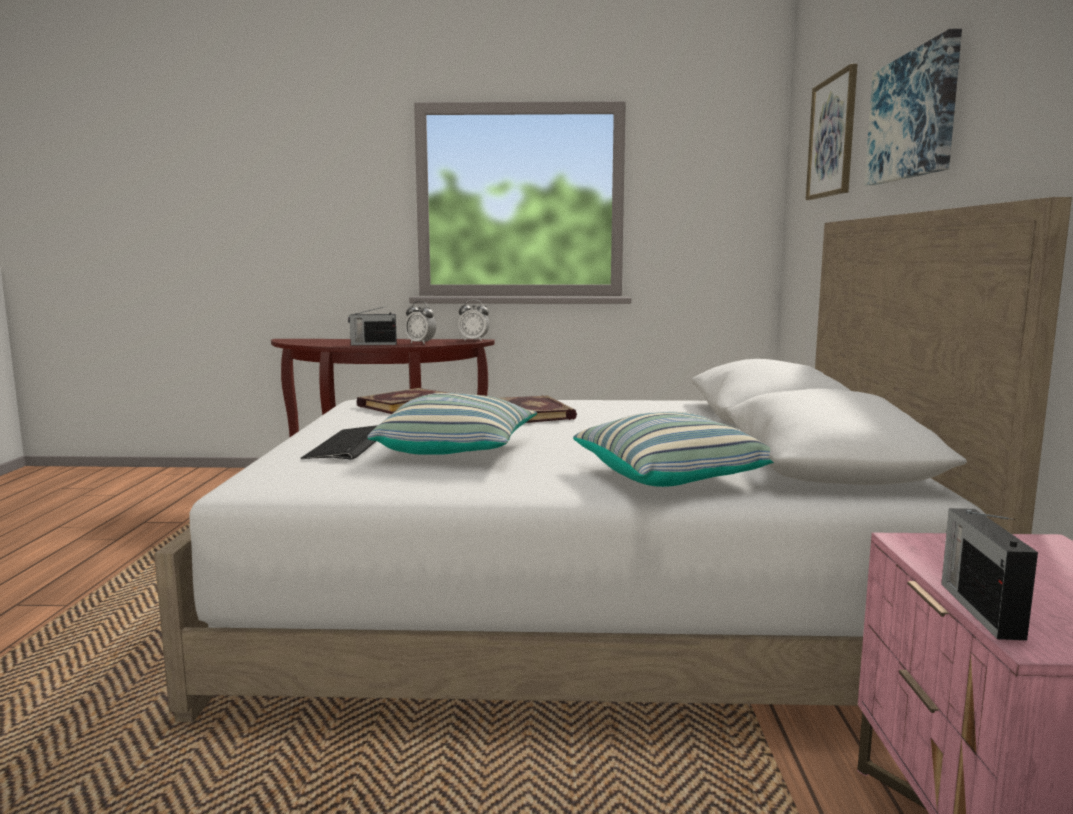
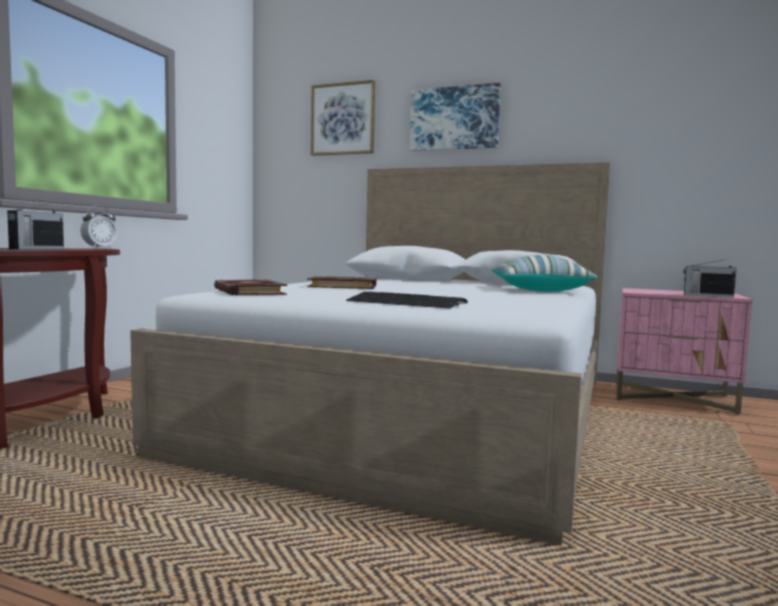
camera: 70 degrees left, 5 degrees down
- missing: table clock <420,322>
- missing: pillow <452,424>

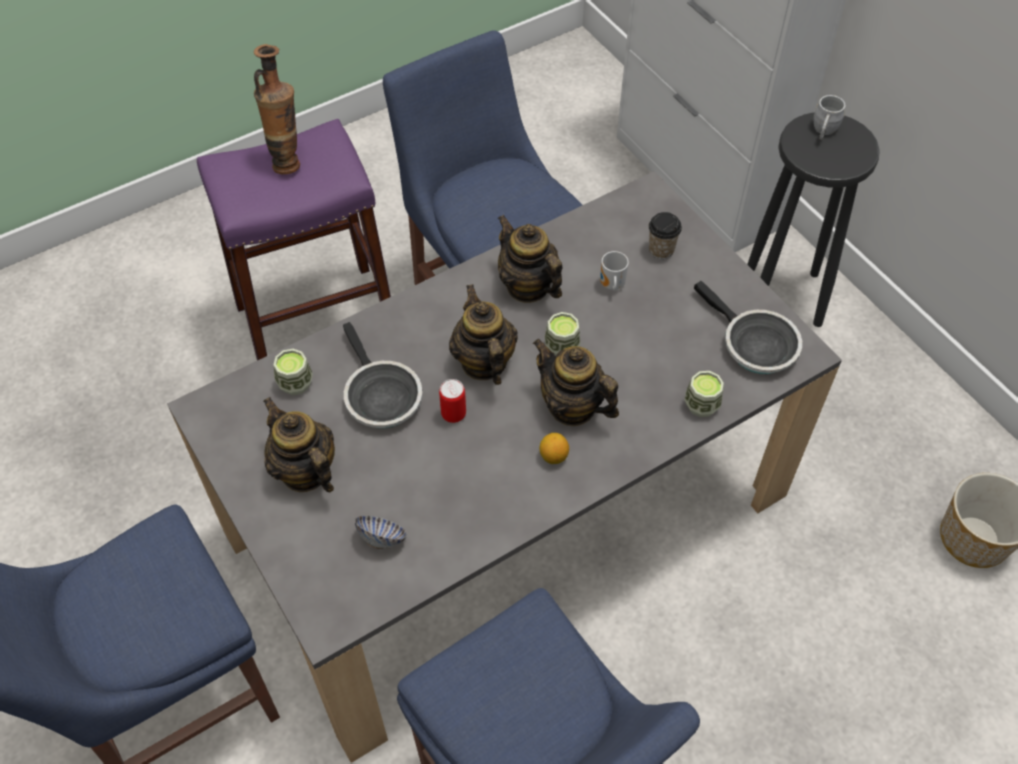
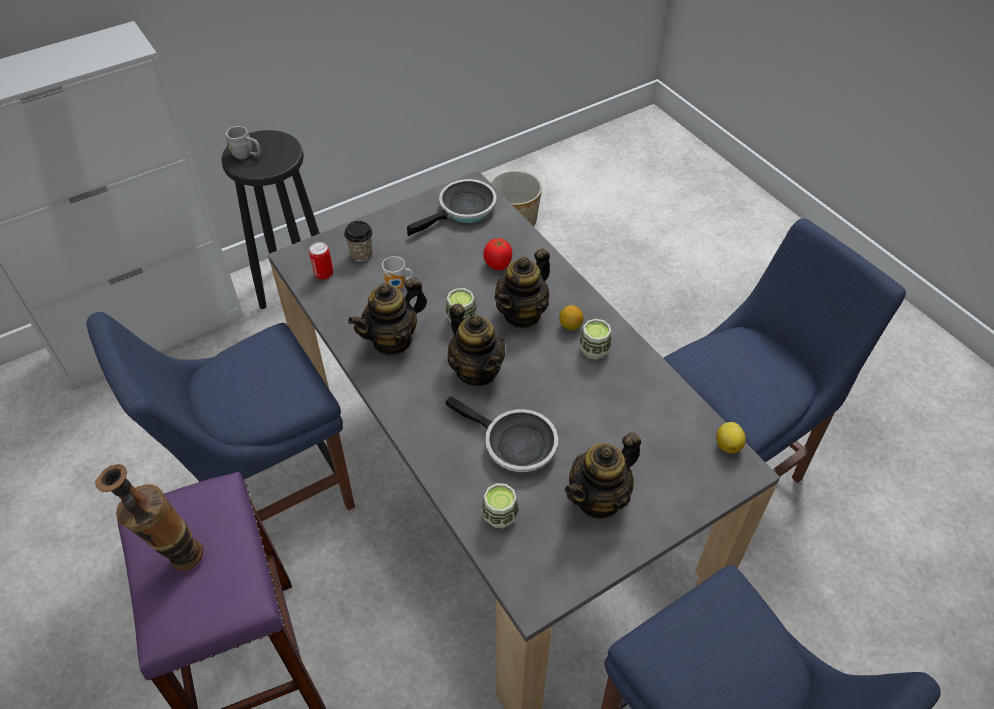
camera: 90 degrees left, 5 degrees down
- spun: tea pot <483,334> = <476,344> 105 degrees counterclockwise
- spun: pan <383,375> = <501,434> 60 degrees clockwise
- relocated: small cup <704,394> to <595,339>
- relocated: sealed can <452,401> to <321,261>
- missing: serving bowl <381,532>
- appeared: fresh tomato <497,254>
- appeared: whole lemon <731,438>

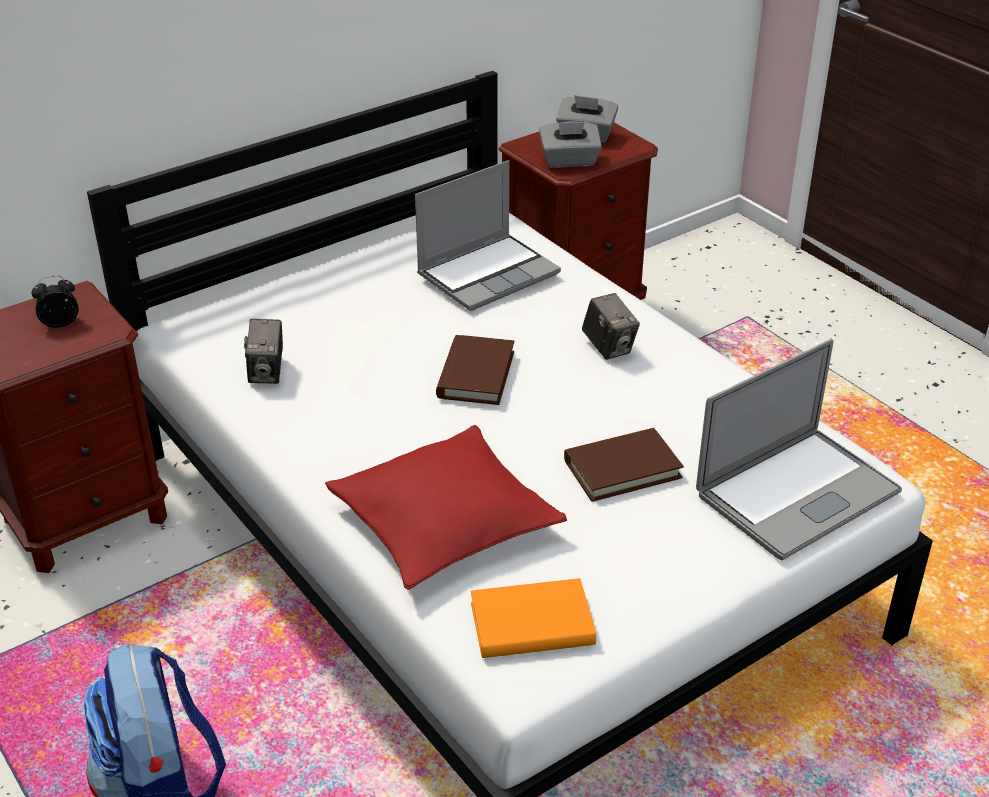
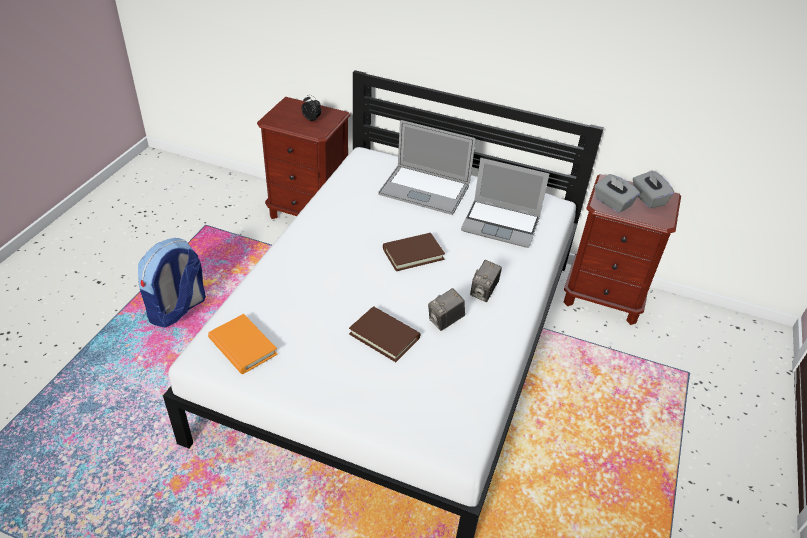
camera: 55 degrees right, 5 degrees up
- relocated: still camera <263,351> to <446,309>
- relocated: notebook computer <799,450> to <427,167>
- missing: red pillow <446,507>

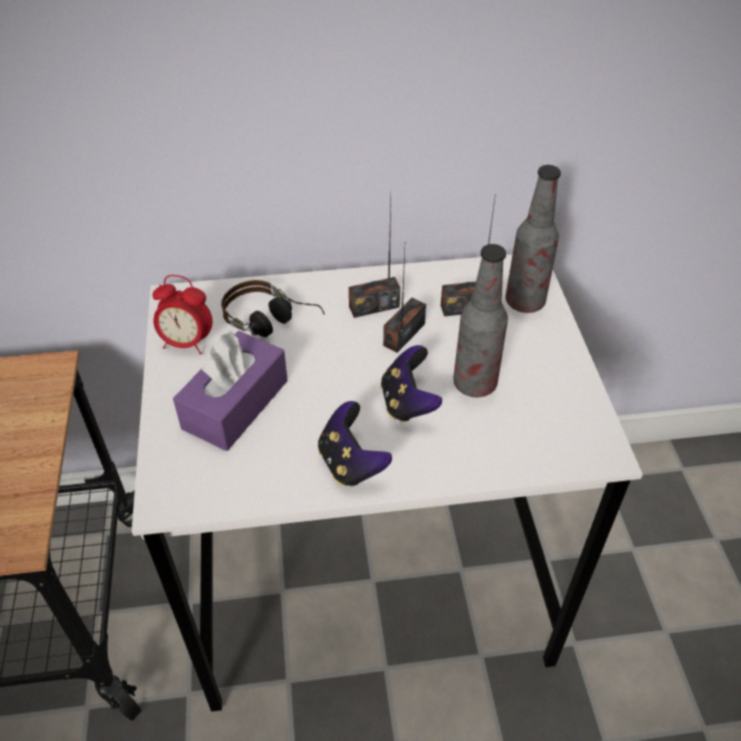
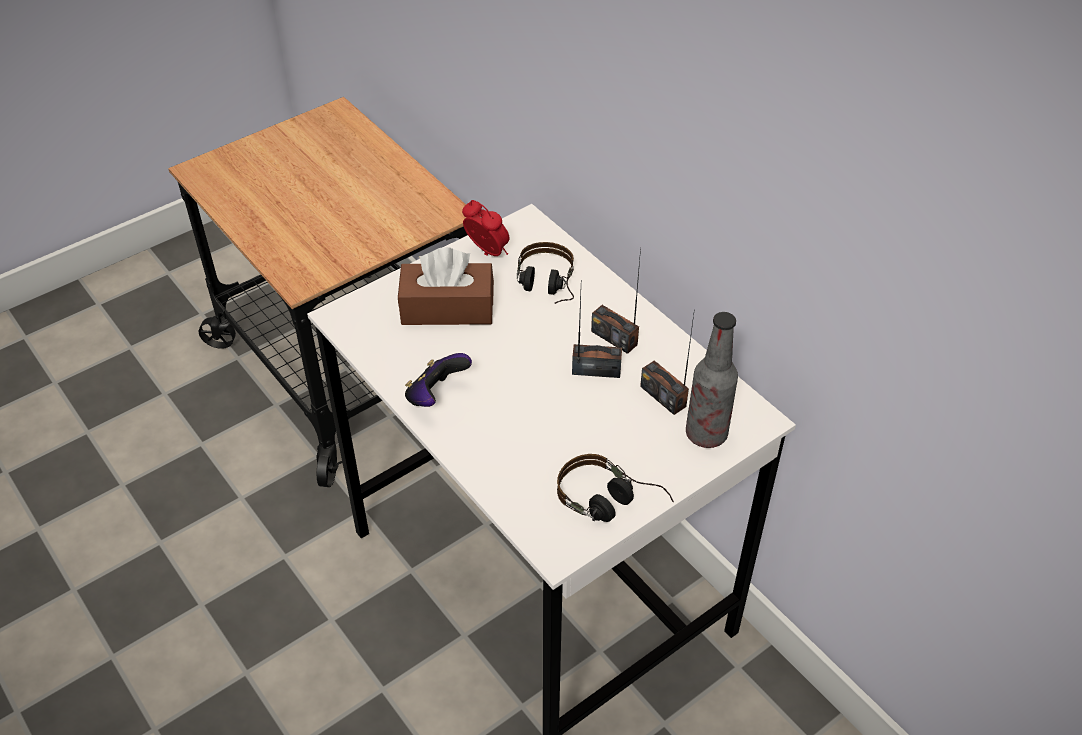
camera: 60 degrees right, 0 degrees up
- missing: beverage bottle <480,320>
- spun: table clock <182,315> = <485,228> 150 degrees clockwise
- colour: purple tissue holder <230,391> to brown tissue holder <446,286>
- missing: game controller <411,384>
- appeared: pair of headphones <615,488>

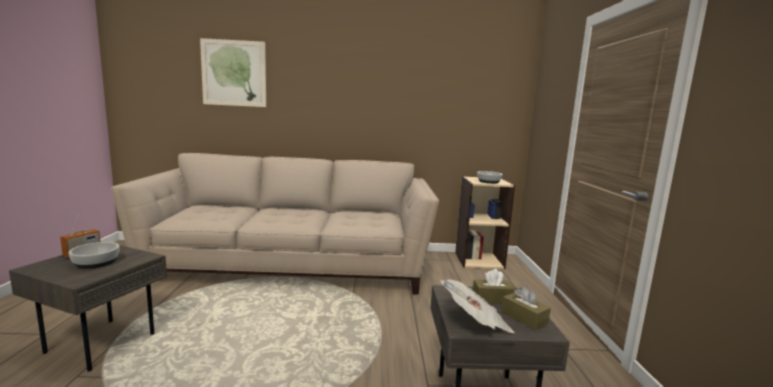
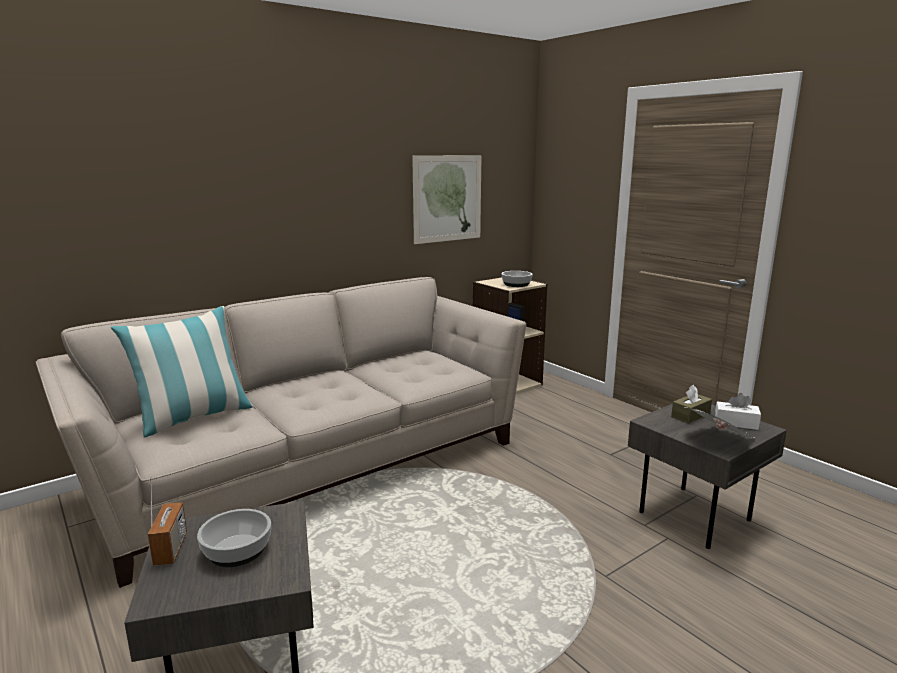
camera: 35 degrees left, 5 degrees up
- relocated: picture <233,72> to <447,199>
- colour: brown tissue holder <526,308> to white-coloured tissue holder <738,411>
- appeared: pillow <182,371>

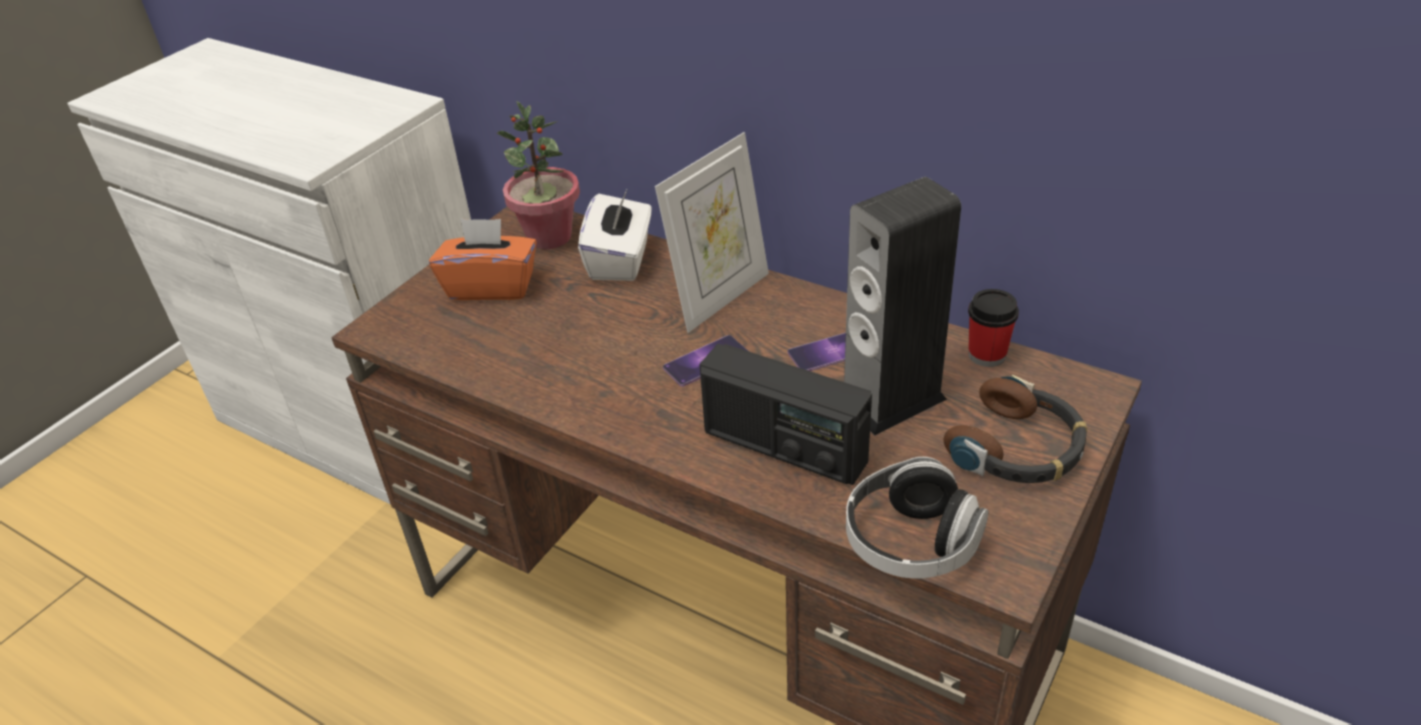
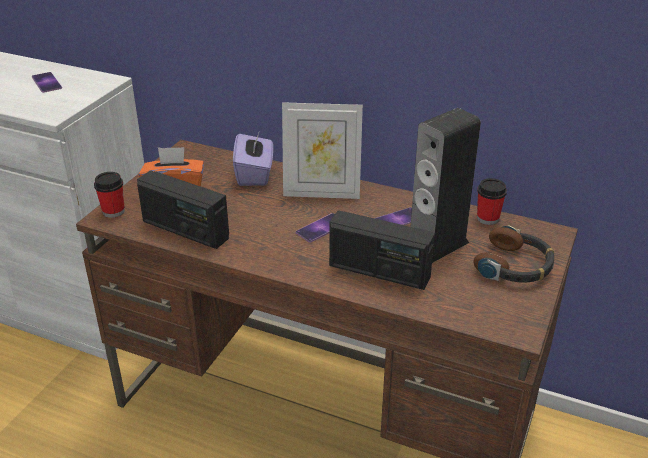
camera: 10 degrees left, 5 degrees down
- missing: plant in a pot <538,175>
- spun: standing frame <712,232> = <322,150> 60 degrees clockwise
- colour: white-coloured tissue holder <615,234> to purple tissue holder <253,158>
- missing: pair of headphones <917,518>
- appeared: telephone <47,82>
- appeared: radio <183,209>
- appeared: small cup <109,195>

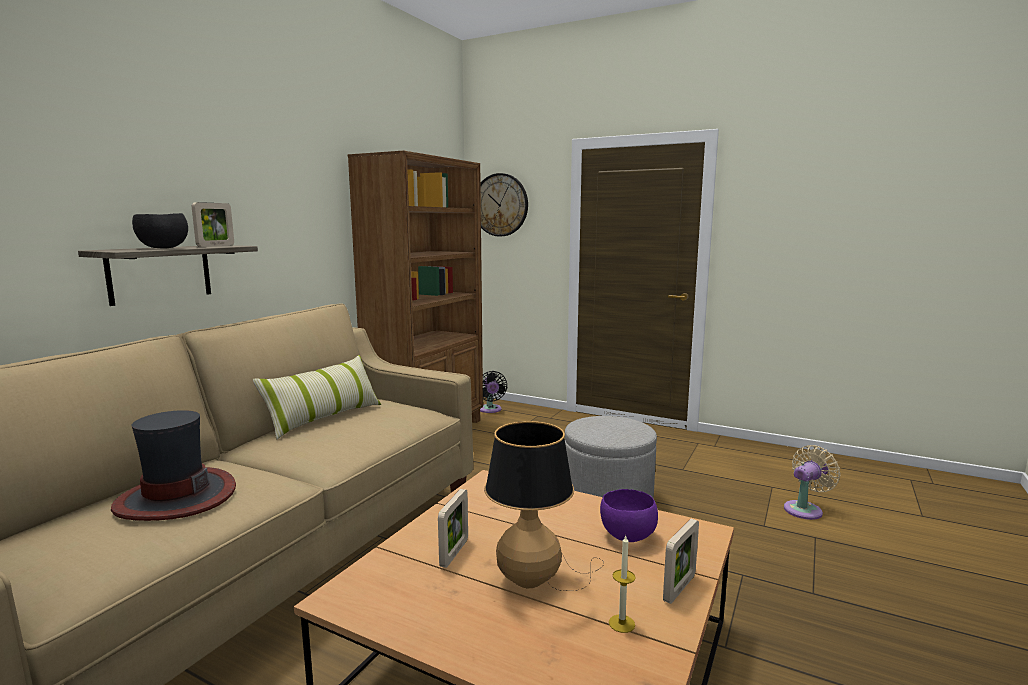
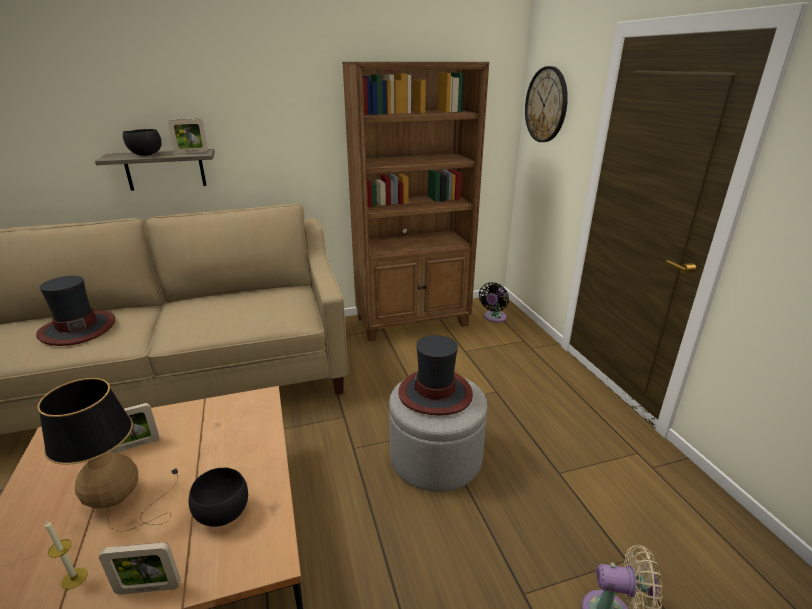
camera: 45 degrees right, 15 degrees up
- missing: pillow <317,397>
- colour: purple serving bowl <629,515> to black-coloured serving bowl <218,497>
- appeared: hat <435,375>

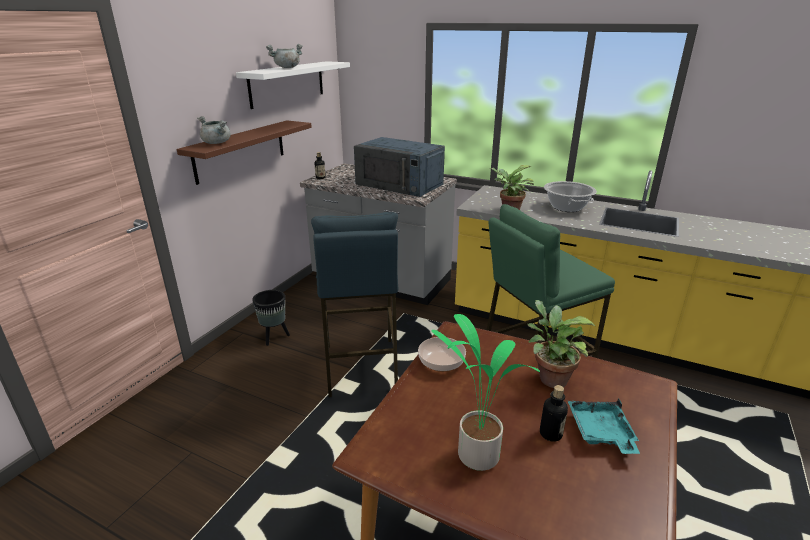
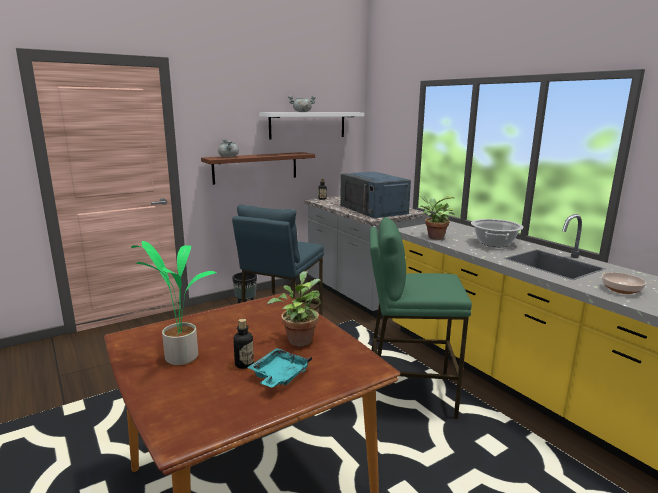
camera: 30 degrees right, 10 degrees down
- relocated: serving bowl <442,354> to <624,283>

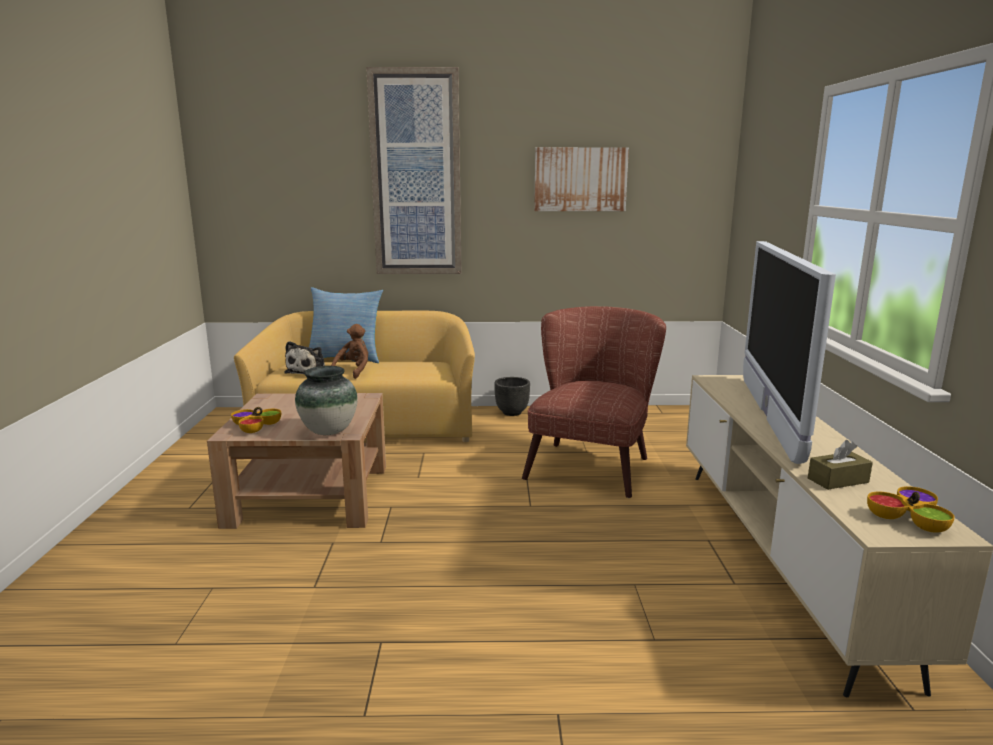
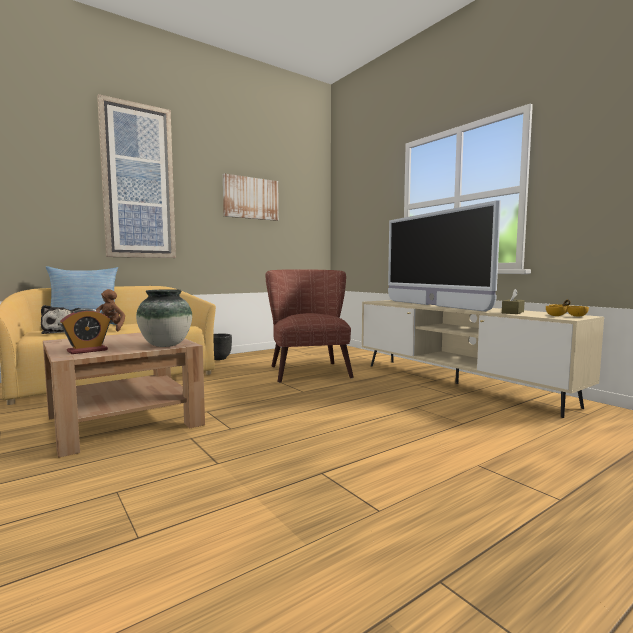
camera: 35 degrees left, 10 degrees down
- exchanged: serving bowl <256,420> to table clock <85,331>

